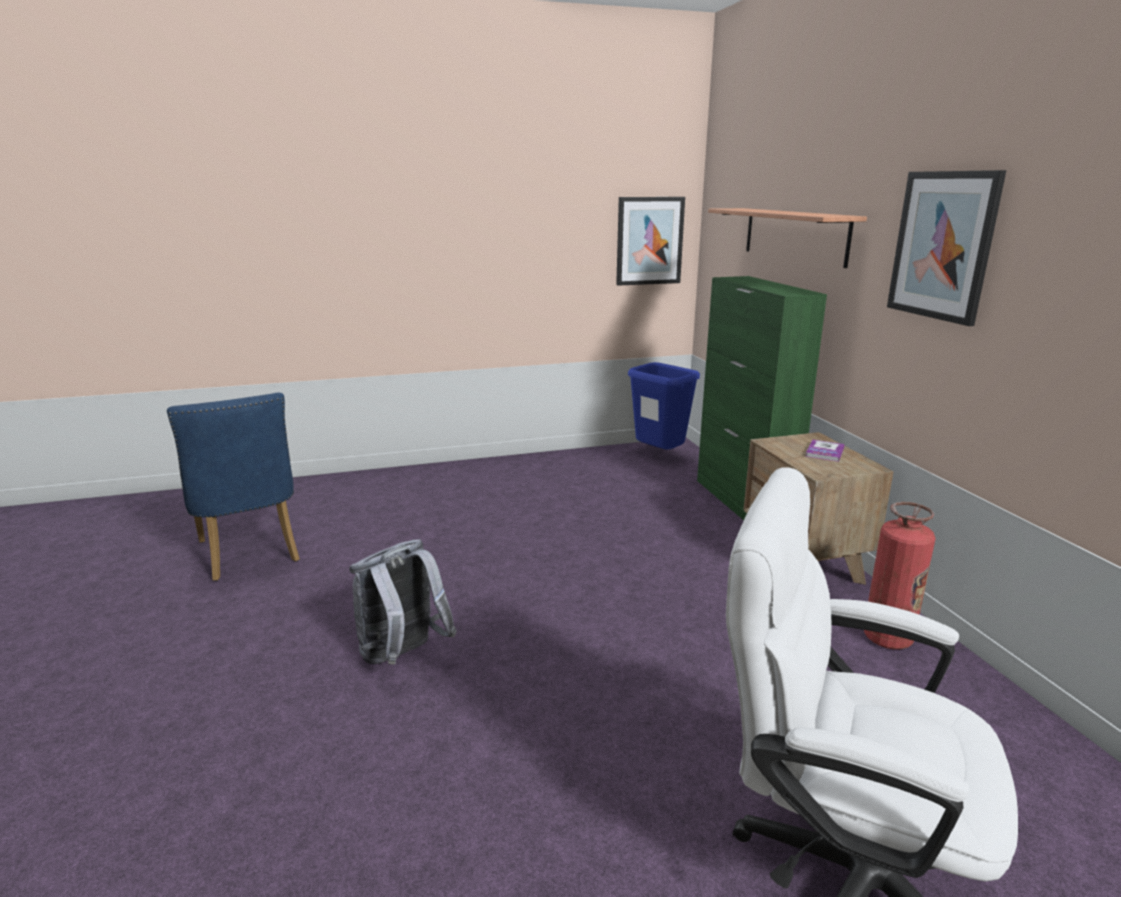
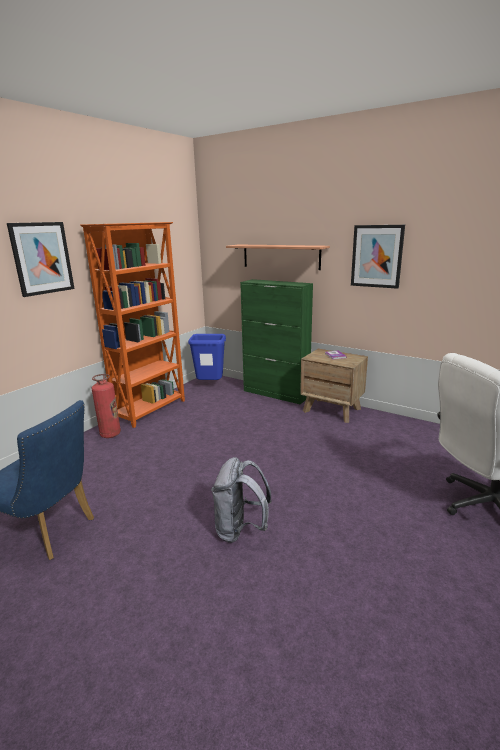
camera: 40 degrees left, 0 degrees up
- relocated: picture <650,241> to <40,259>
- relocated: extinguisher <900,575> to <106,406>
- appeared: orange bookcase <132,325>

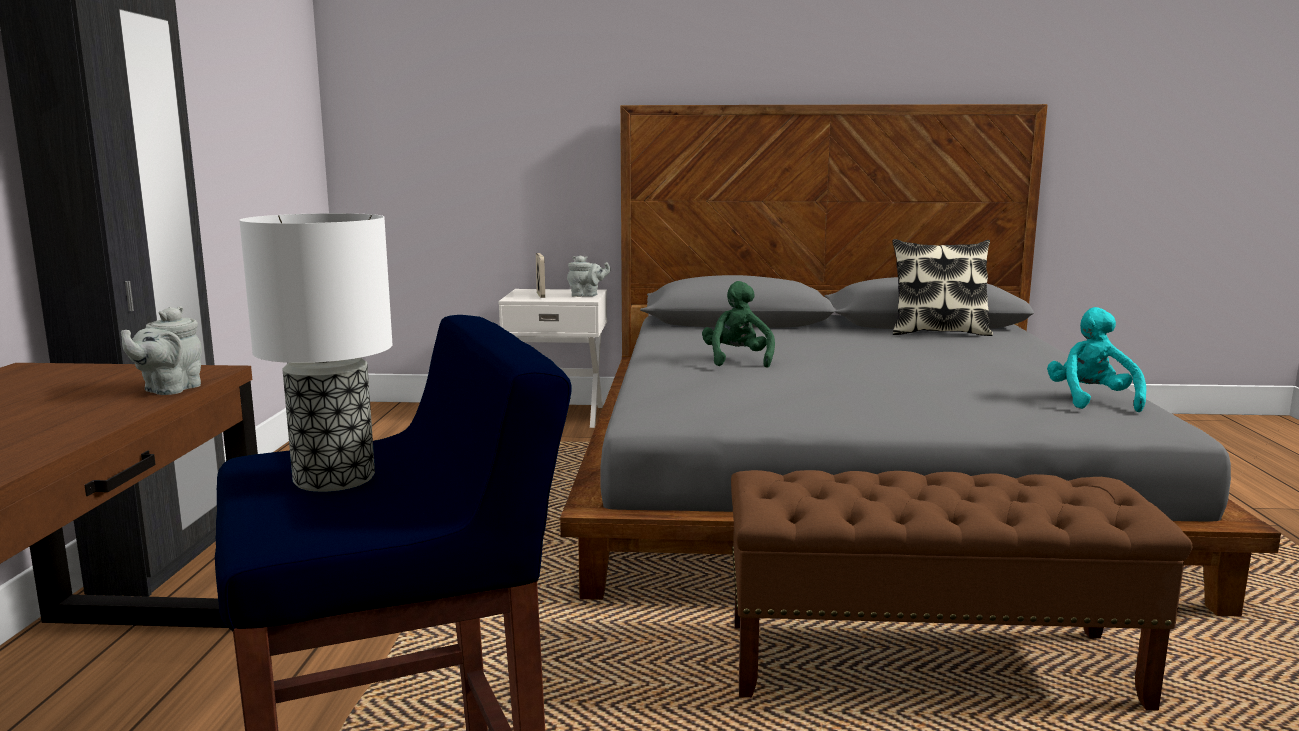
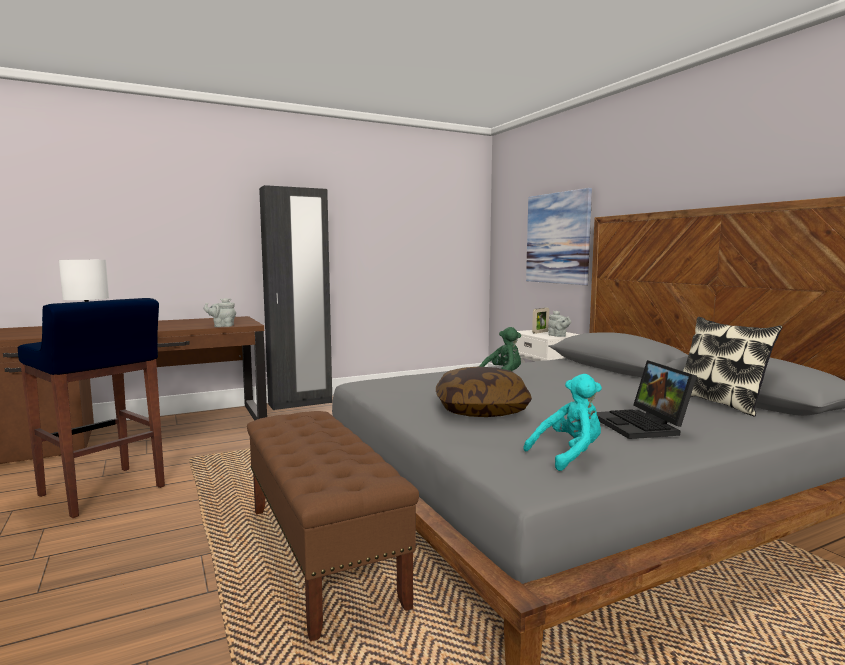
camera: 60 degrees right, 5 degrees down
- appeared: picture <559,236>
- appeared: notebook computer <647,399>
- appeared: pillow <484,392>

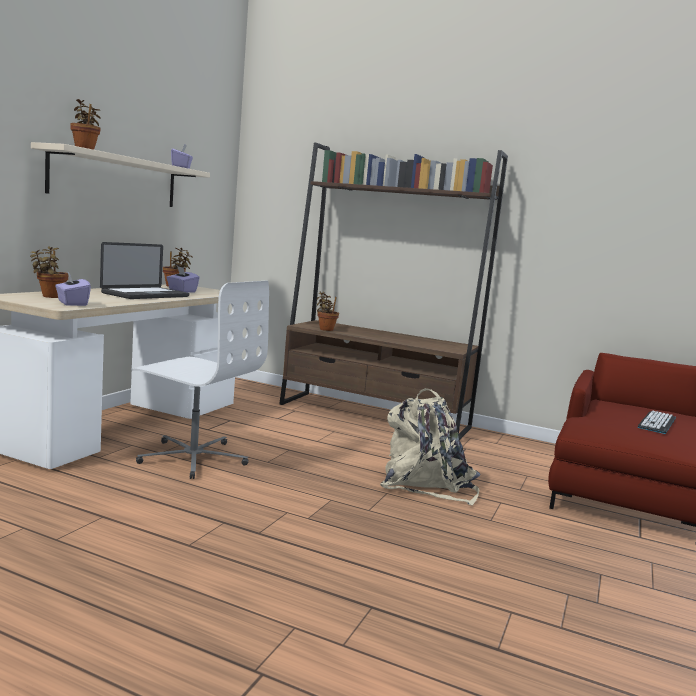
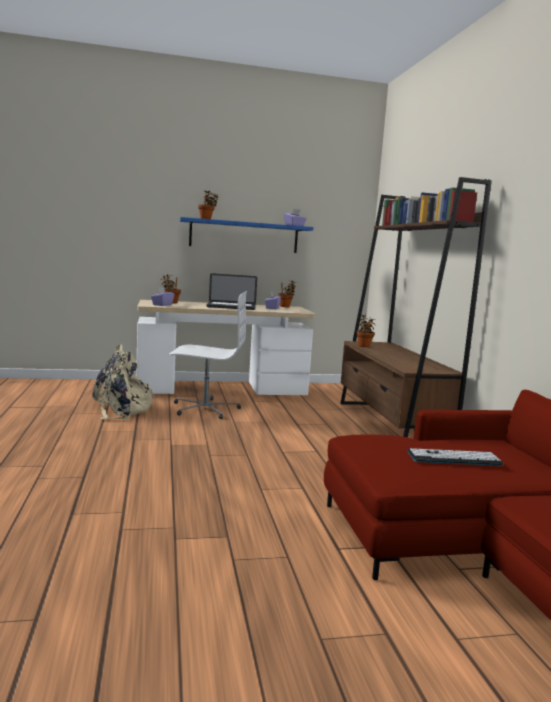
camera: 55 degrees right, 0 degrees up
- colour: sand-coloured wall shelf <120,174> to bluish wall shelf <246,235>
- spun: white-coloured office chair <200,380> = <208,355> 75 degrees counterclockwise
- relocated: sand-coloured backpack <430,446> to <124,381>

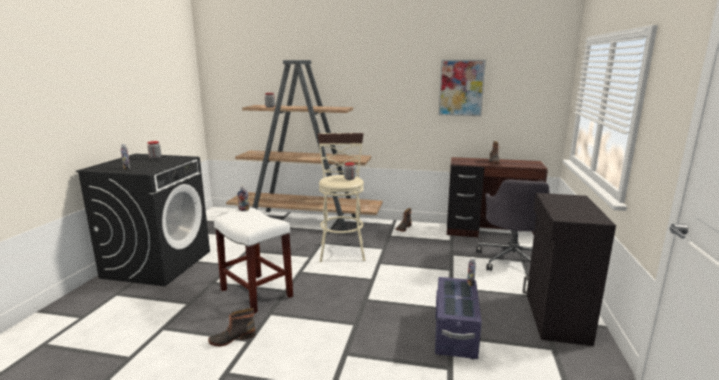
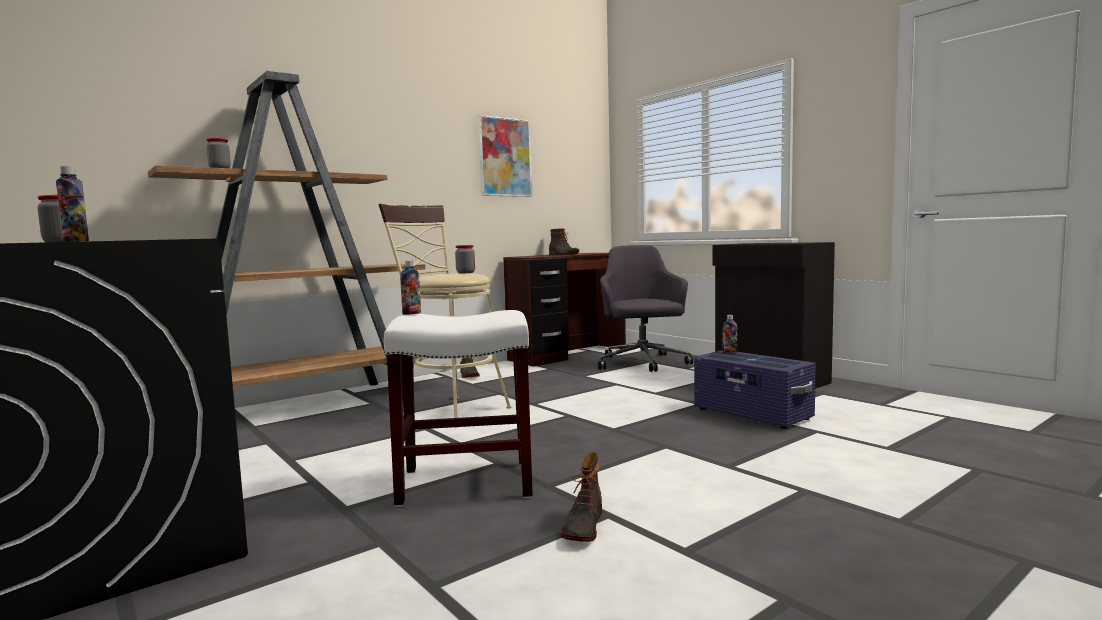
camera: 50 degrees left, 10 degrees down
- spun: gray office chair <513,225> = <645,308> 150 degrees counterclockwise

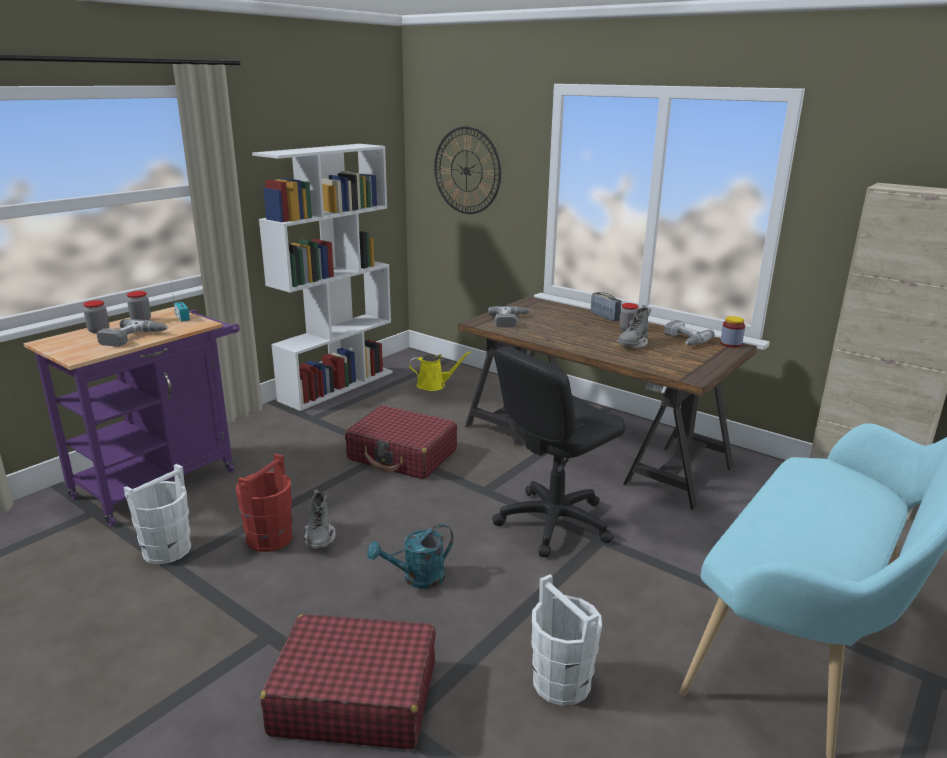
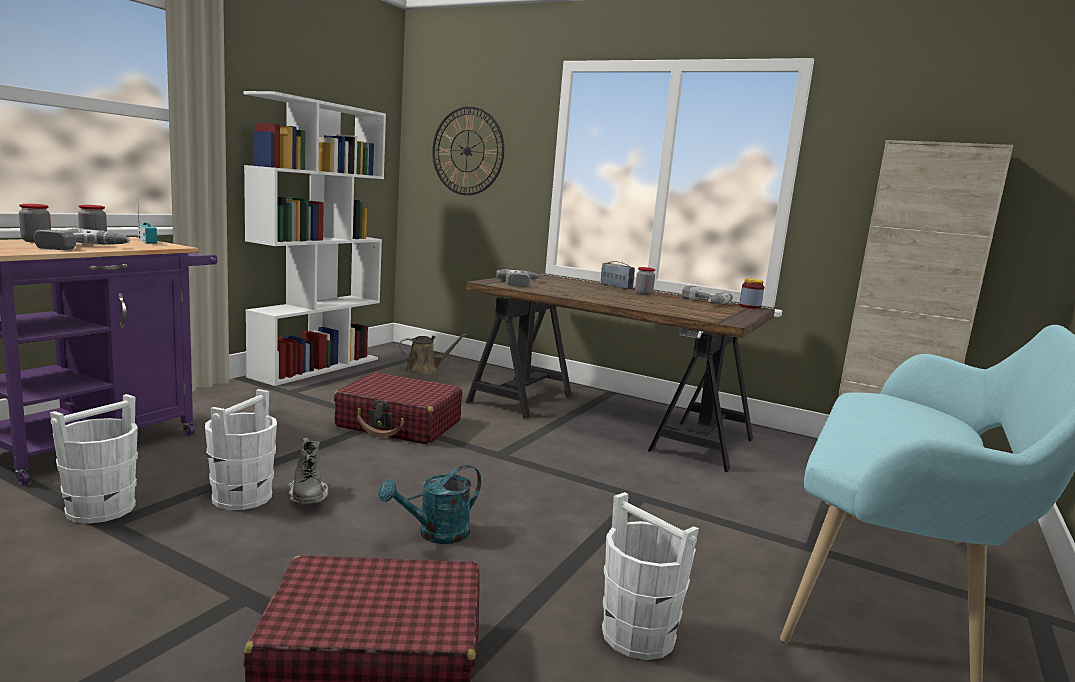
camera: 10 degrees left, 10 degrees down
- missing: gray high-top boot <634,327>
- missing: black-coloured office chair <559,451>
- colour: yellow watering pot <440,371> to brown watering pot <433,353>
- colour: red bucket <264,502> to white-coloured bucket <241,449>

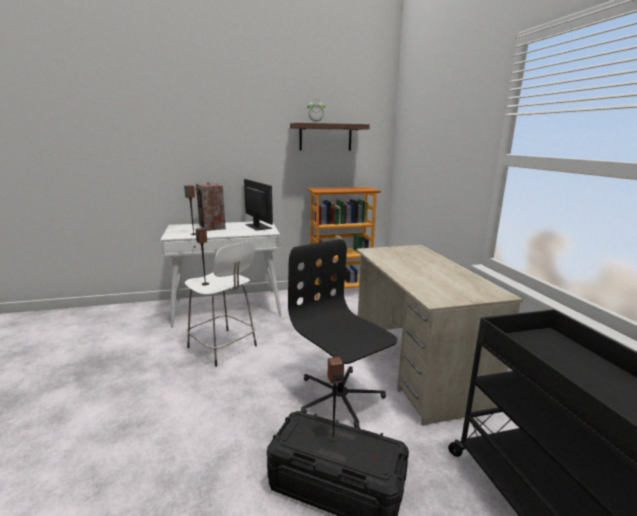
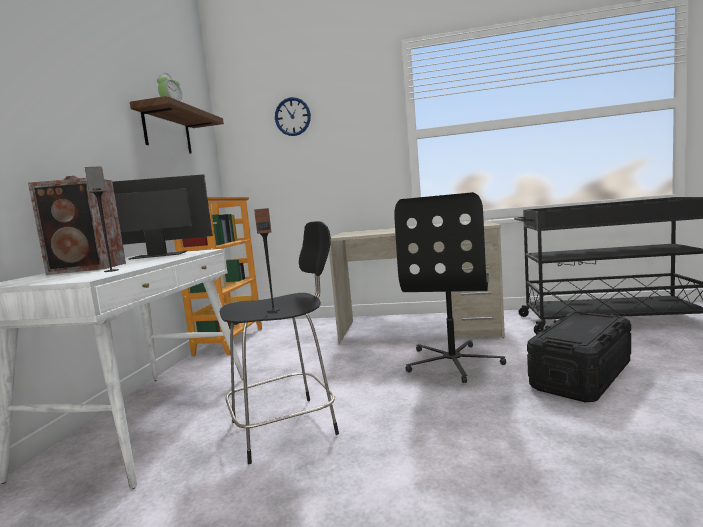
camera: 65 degrees left, 10 degrees down
- spun: black-coloured office chair <342,333> = <450,287> 60 degrees counterclockwise
- colour: white-coloured sitting stool <221,304> to black-coloured sitting stool <279,342>
- missing: loudspeaker <336,399>
- appeared: wall clock <293,116>

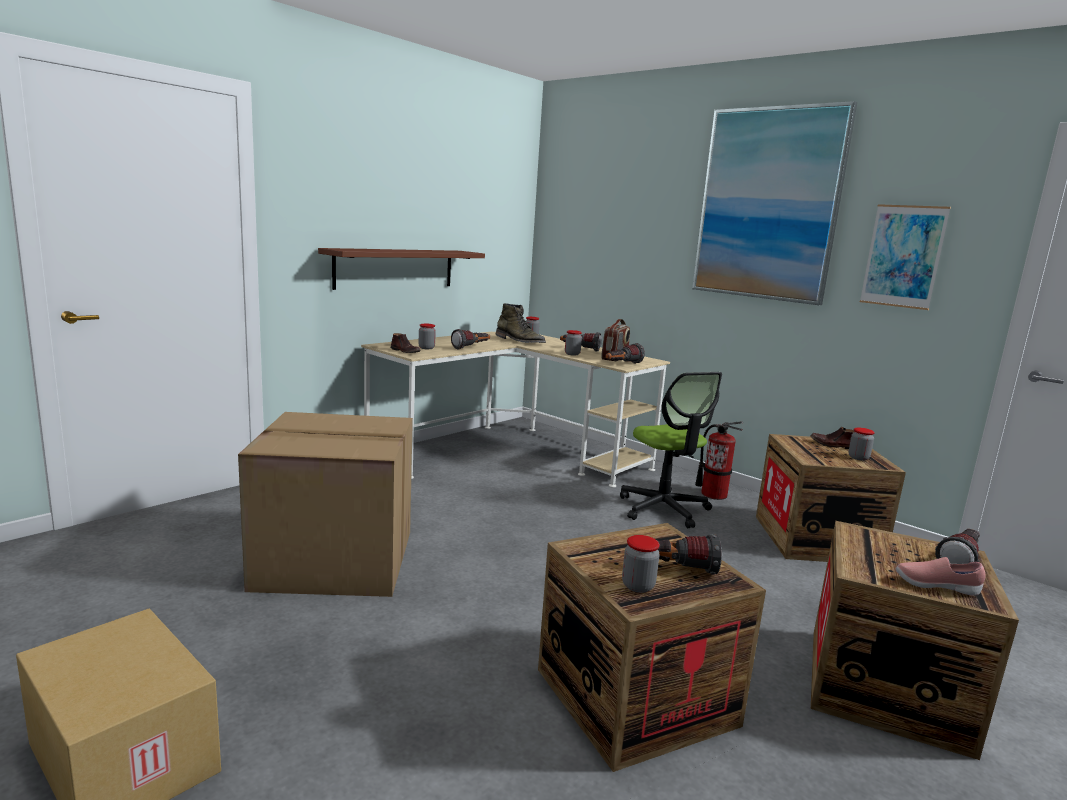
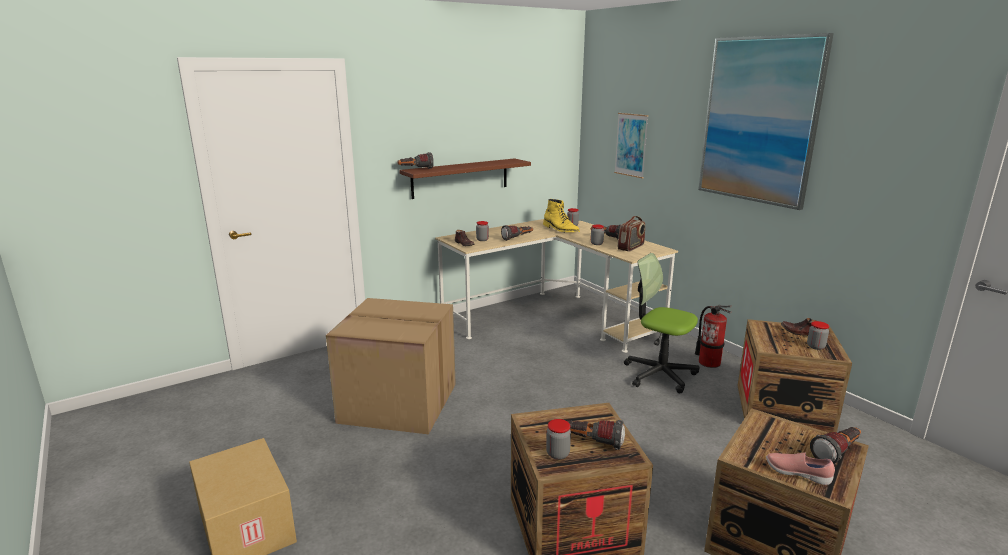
camera: 15 degrees right, 5 degrees up
- relocated: picture <905,257> to <631,145>
- colour: green high-top boot <520,323> to yellow high-top boot <561,215>
- relocated: flashlight <625,353> to <415,160>
- spun: office chair <671,450> = <661,323> 135 degrees clockwise

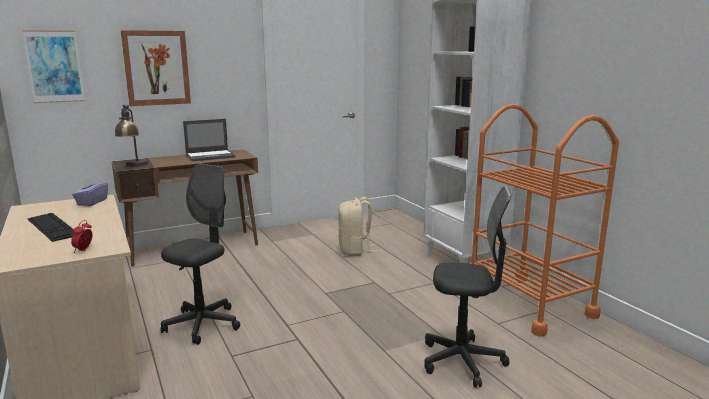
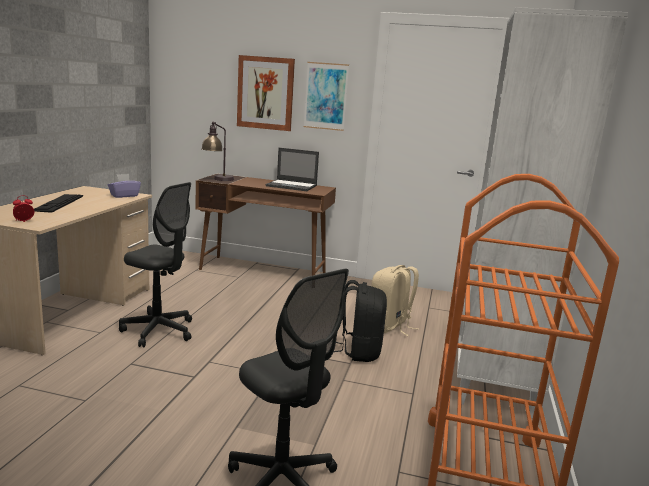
camera: 40 degrees right, 0 degrees up
- relocated: picture <53,66> to <326,96>
- spun: black-coloured office chair <200,254> = <155,265> 45 degrees clockwise
- appeared: black-coloured backpack <360,321>

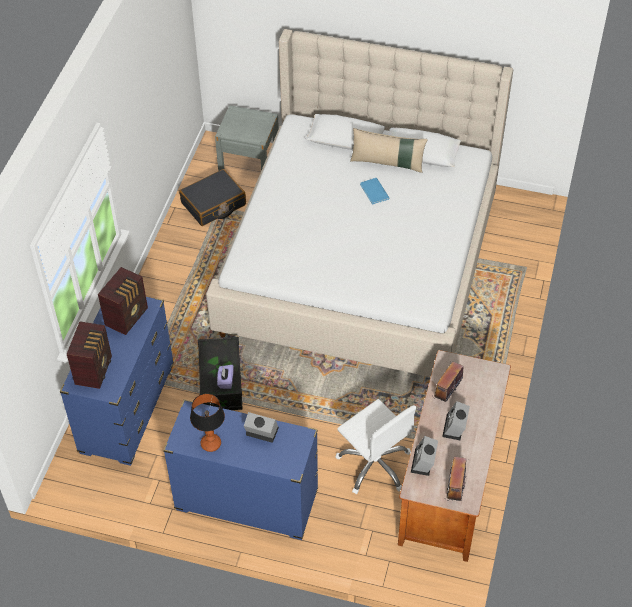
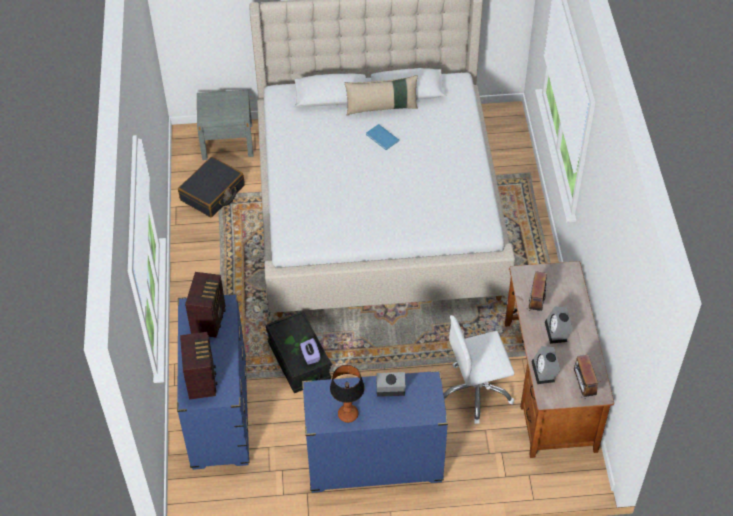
camera: 20 degrees left, 0 degrees up
- spun: white-coloured office chair <376,446> = <479,369> 135 degrees clockwise

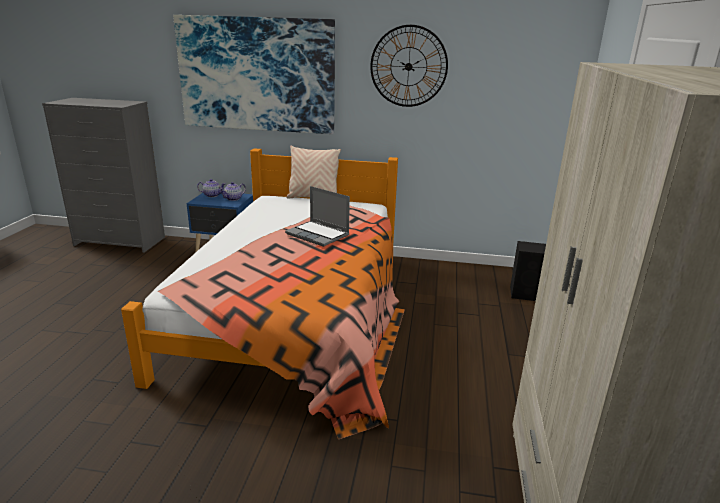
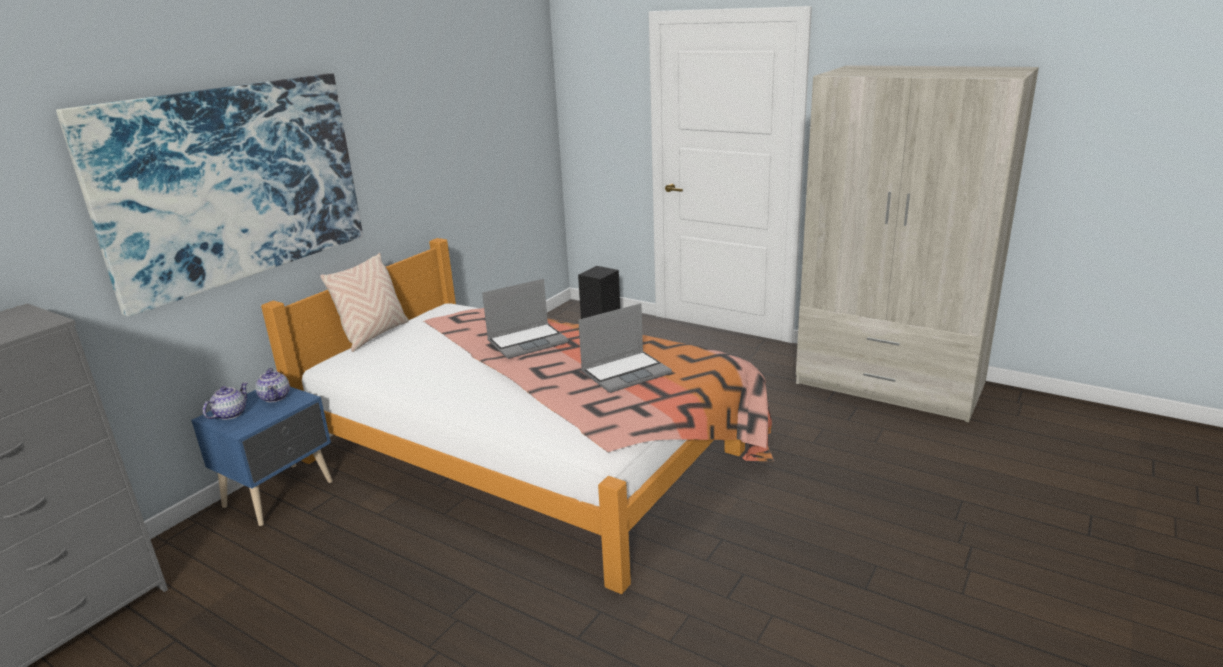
camera: 65 degrees left, 0 degrees up
- missing: wall clock <409,66>
- appeared: notebook computer <625,348>

